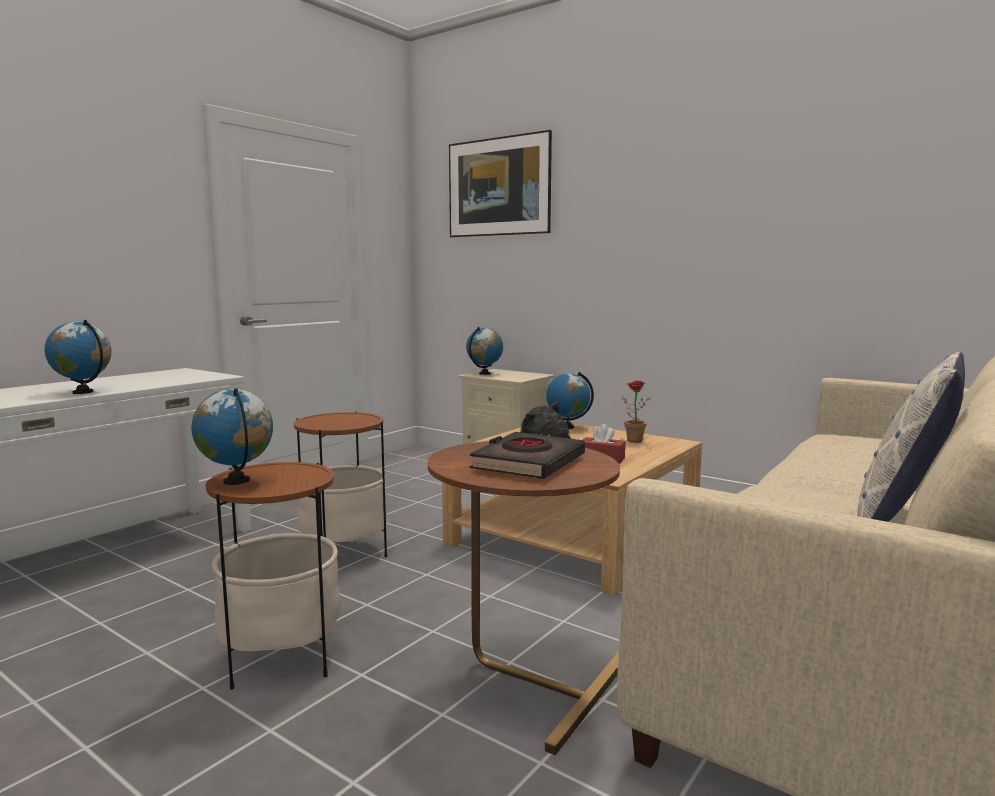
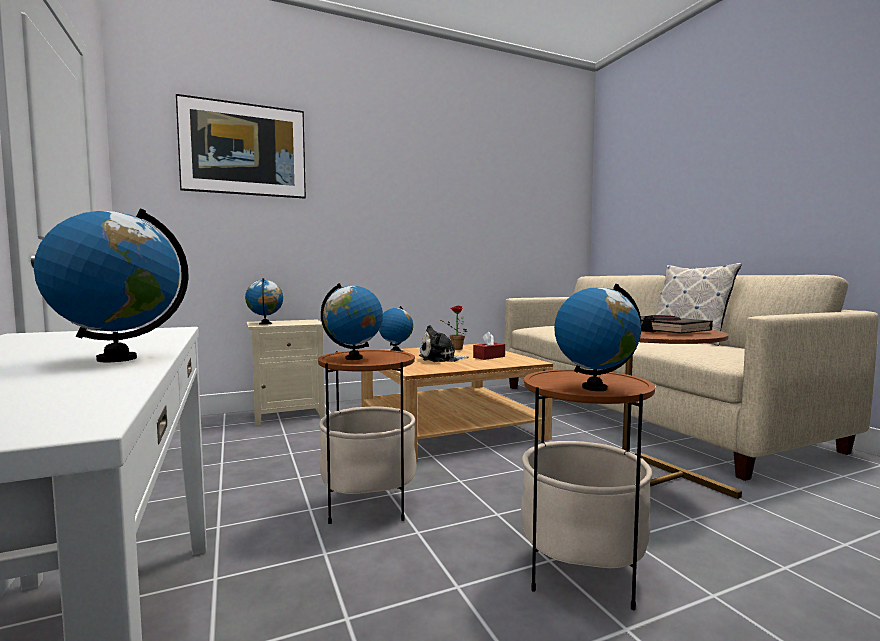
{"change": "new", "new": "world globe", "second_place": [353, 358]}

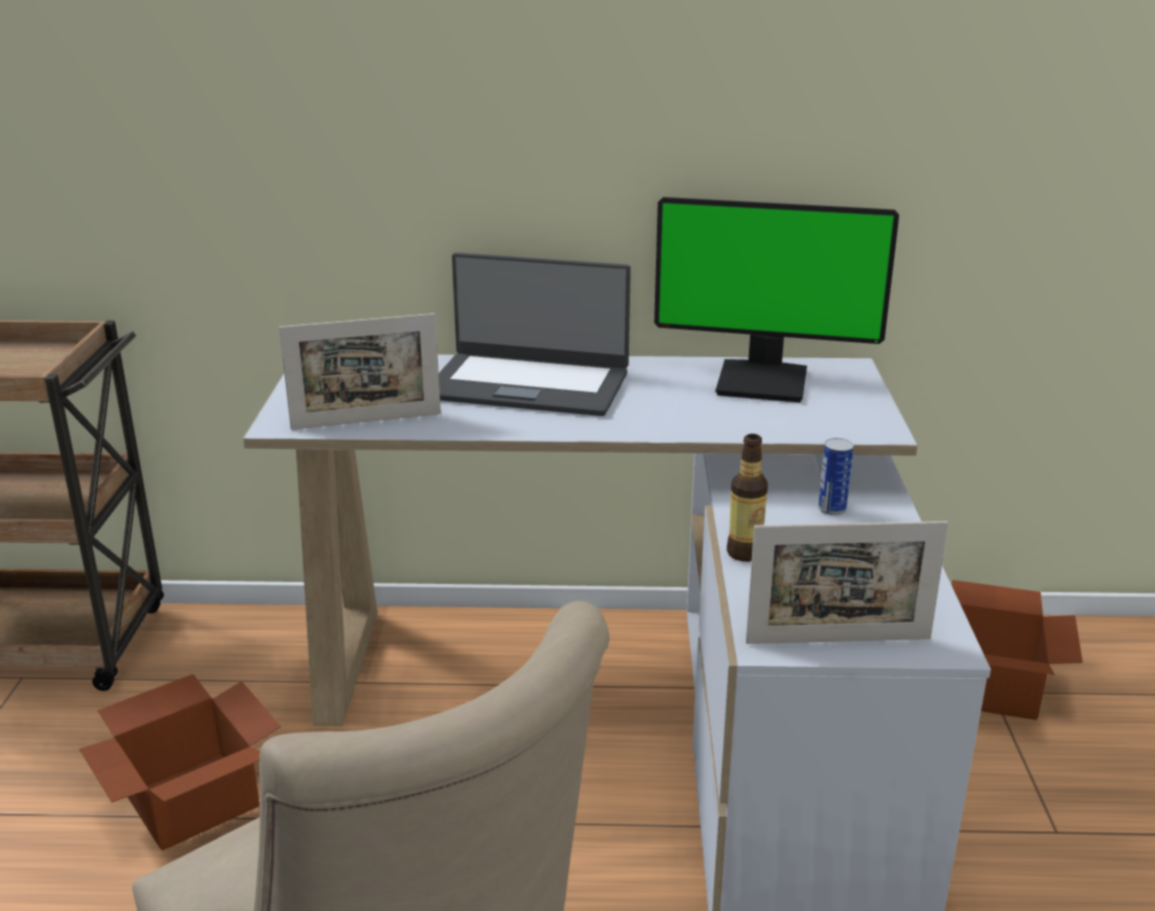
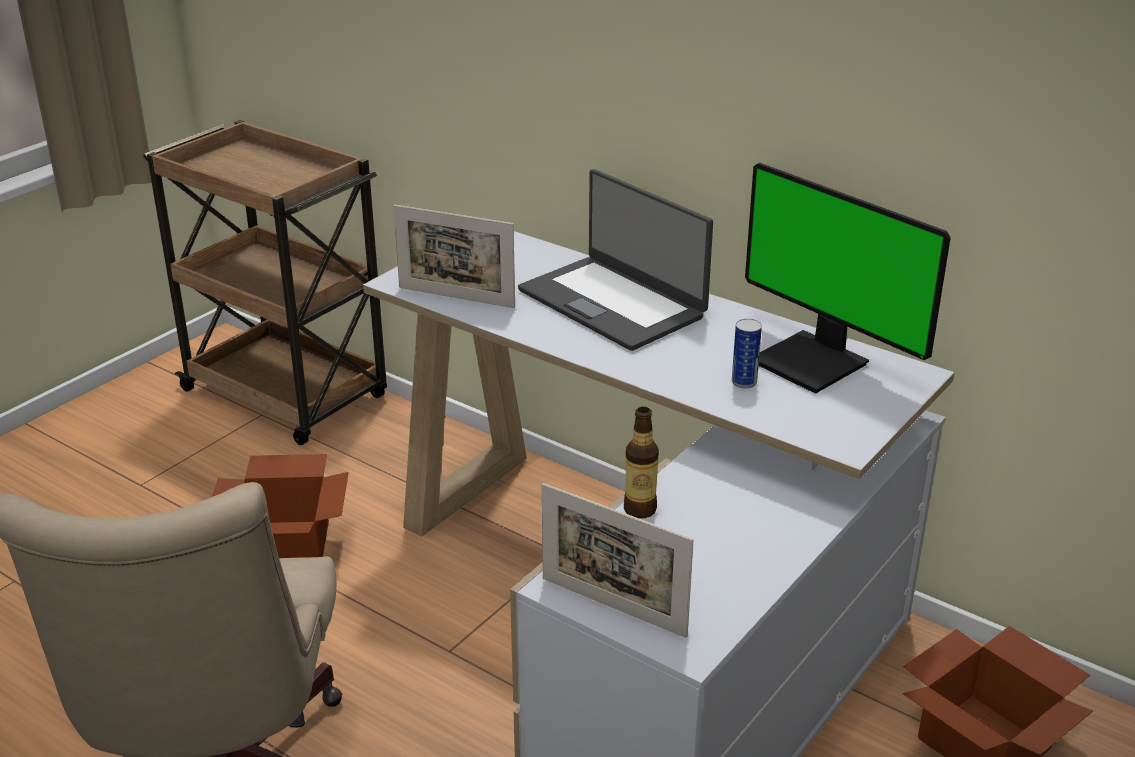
{"change": "shifted", "old": "can", "first_place": [832, 509], "second_place": [744, 382]}

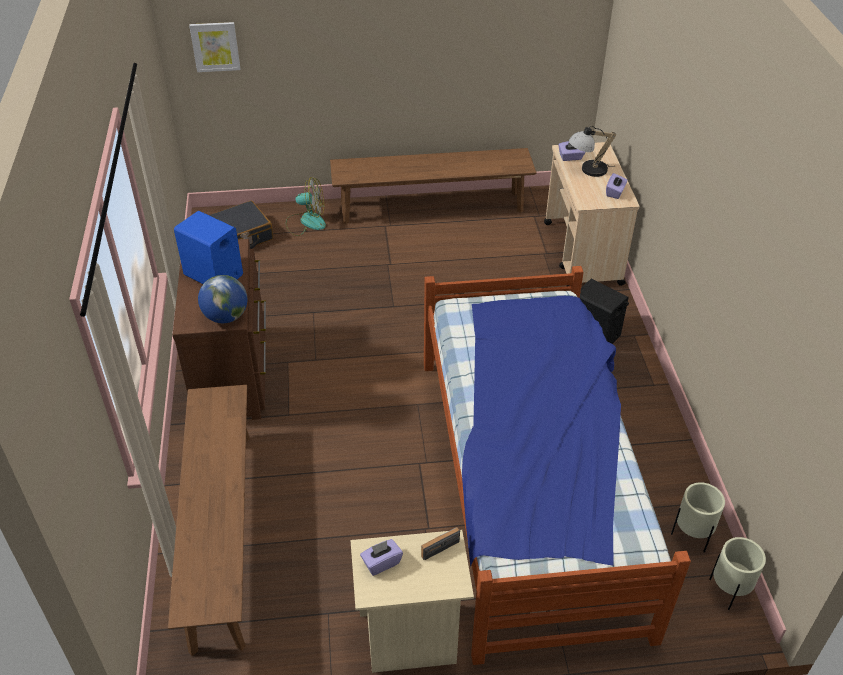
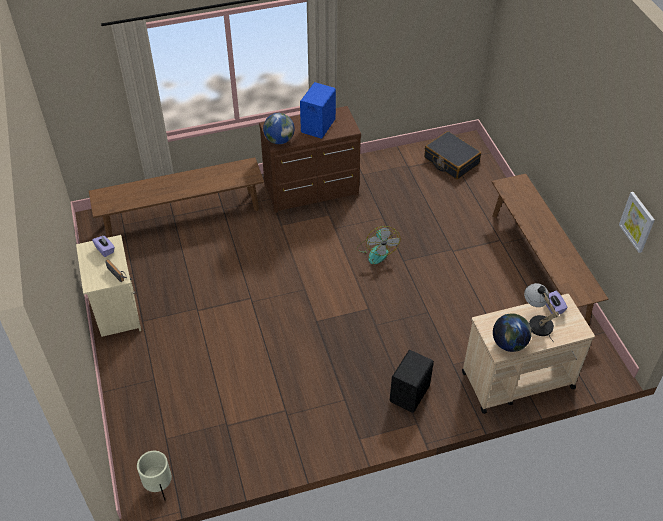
{"change": "shifted", "old": "wall art", "first_place": [215, 46], "second_place": [637, 222]}
{"change": "shifted", "old": "cooling fan", "first_place": [306, 222], "second_place": [377, 251]}
{"change": "gone", "old": "sleeping bed", "first_place": [529, 486]}
{"change": "swapped", "old": "purple tissue box", "new": "world globe", "first_place": [615, 192], "second_place": [509, 343]}
{"change": "gone", "old": "beige flower pot", "first_place": [691, 537]}

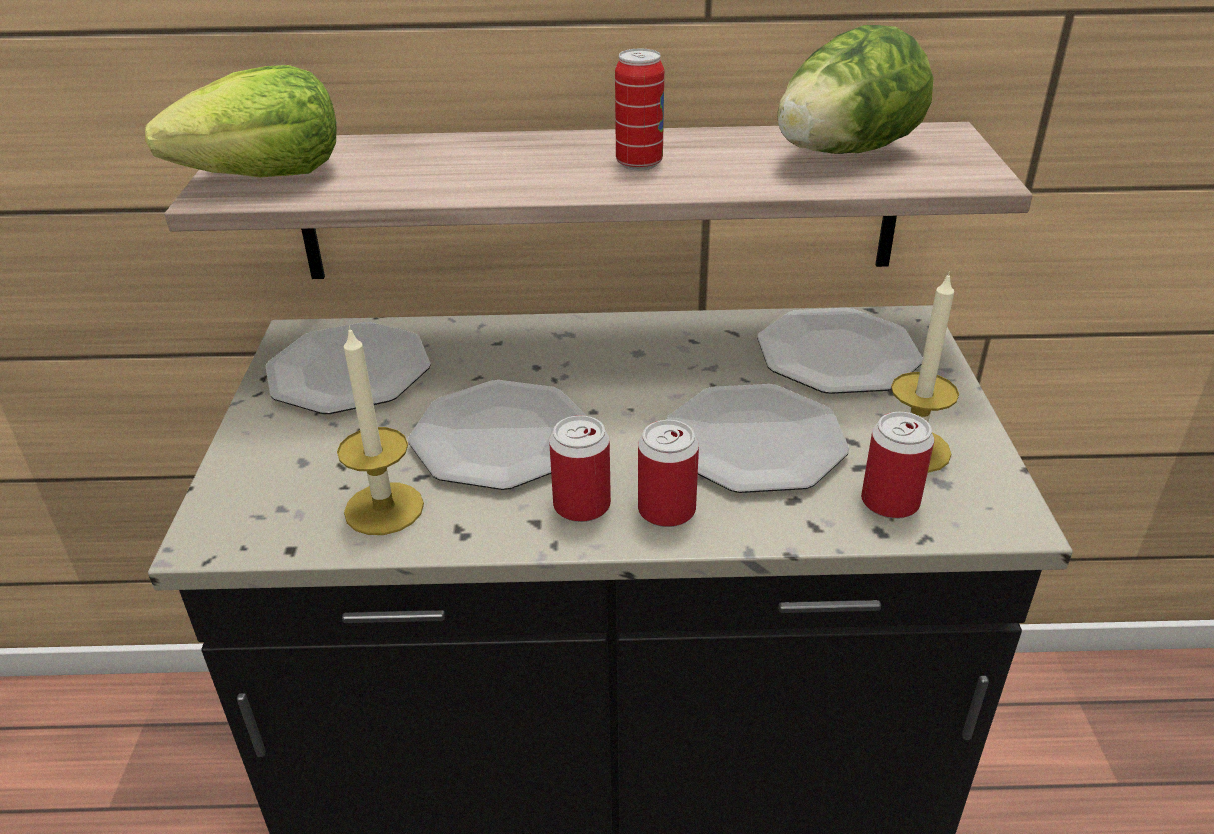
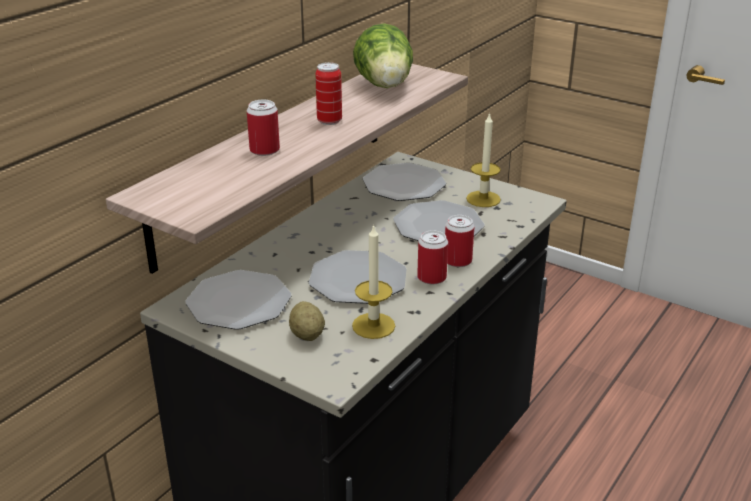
{"change": "gone", "old": "lettuce", "first_place": [265, 176]}
{"change": "shifted", "old": "can", "first_place": [890, 502], "second_place": [264, 150]}
{"change": "new", "new": "whole potato", "second_place": [307, 335]}

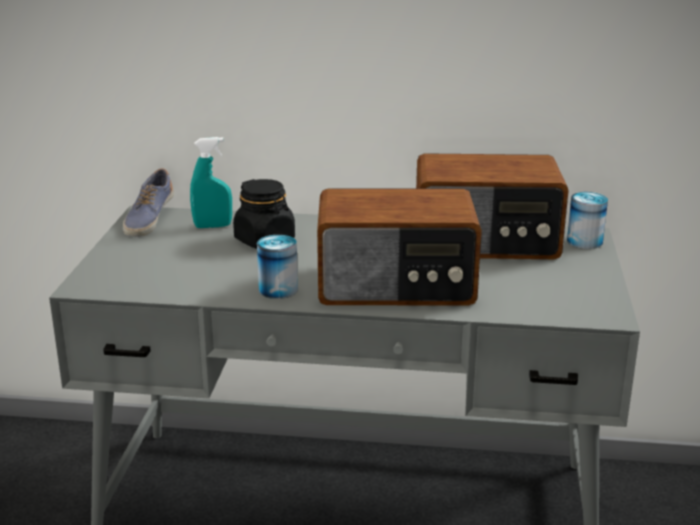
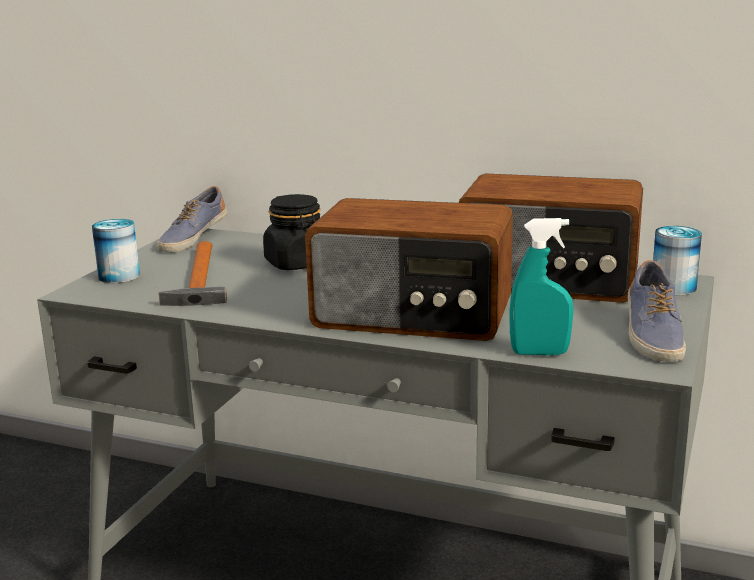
{"change": "shifted", "old": "turquoise hand sprayer", "first_place": [213, 226], "second_place": [539, 353]}
{"change": "shifted", "old": "can", "first_place": [278, 290], "second_place": [119, 276]}
{"change": "new", "new": "hammer", "second_place": [198, 279]}
{"change": "new", "new": "shoe", "second_place": [651, 335]}

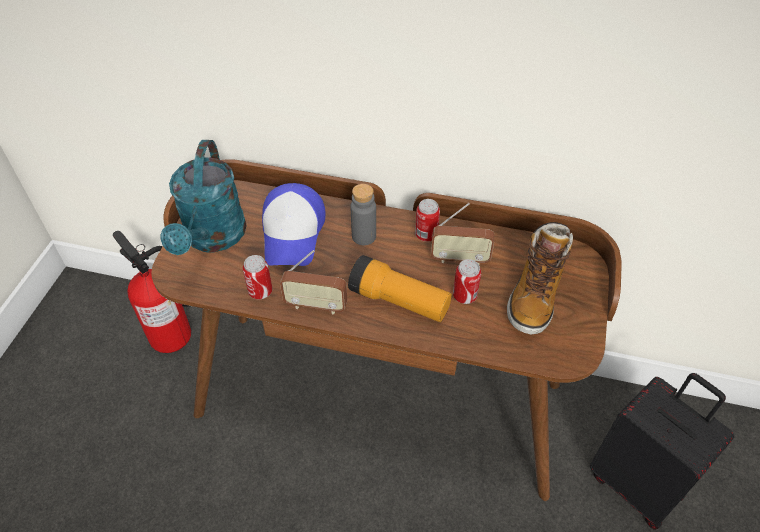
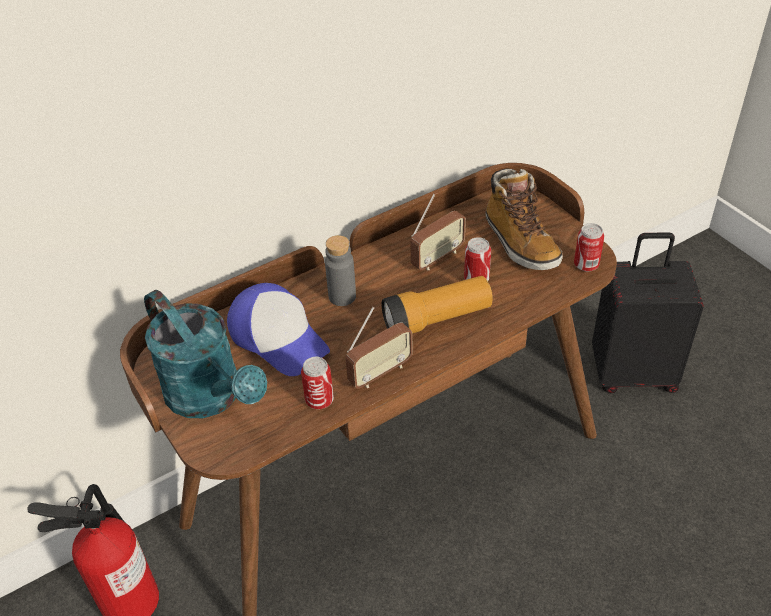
{"change": "shifted", "old": "can", "first_place": [426, 235], "second_place": [586, 265]}

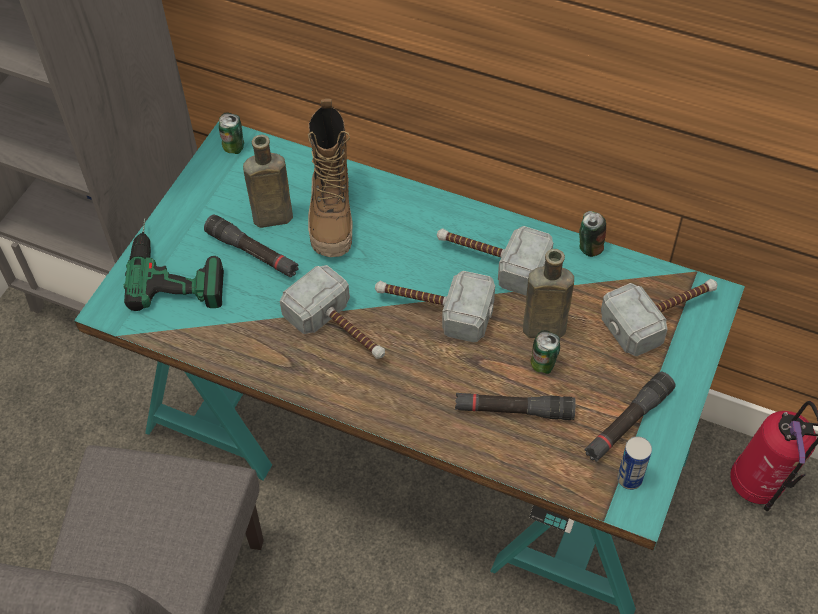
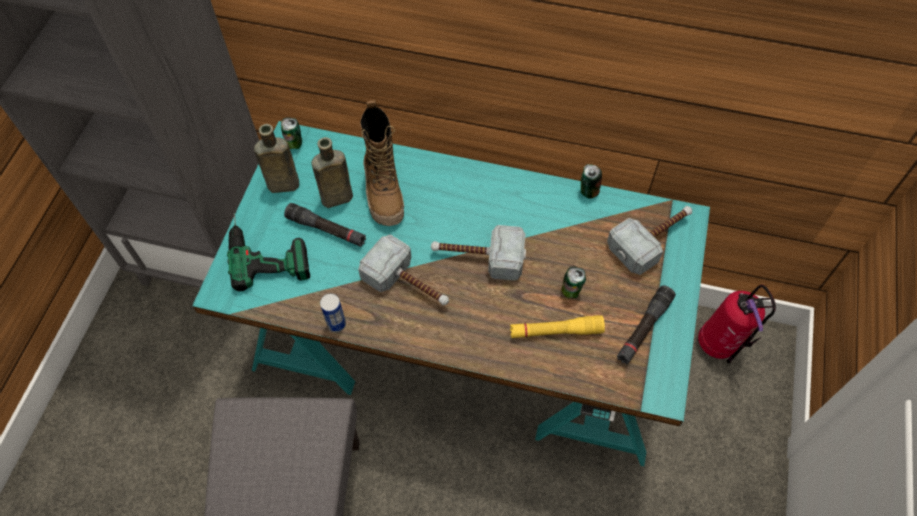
{"change": "gone", "old": "hammer", "first_place": [491, 261]}
{"change": "repainted", "old": "black-coloured flashlight", "new": "yellow flashlight", "first_place": [514, 410], "second_place": [556, 331]}
{"change": "shifted", "old": "brownish drink bottle", "first_place": [541, 329], "second_place": [281, 185]}
{"change": "shifted", "old": "can", "first_place": [629, 479], "second_place": [336, 324]}

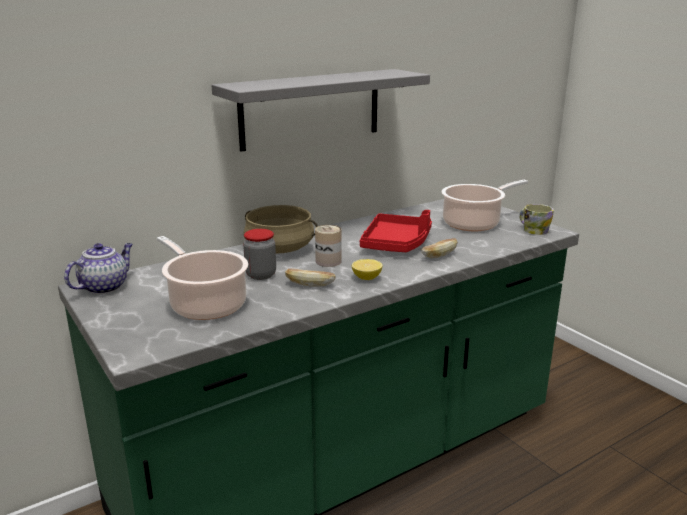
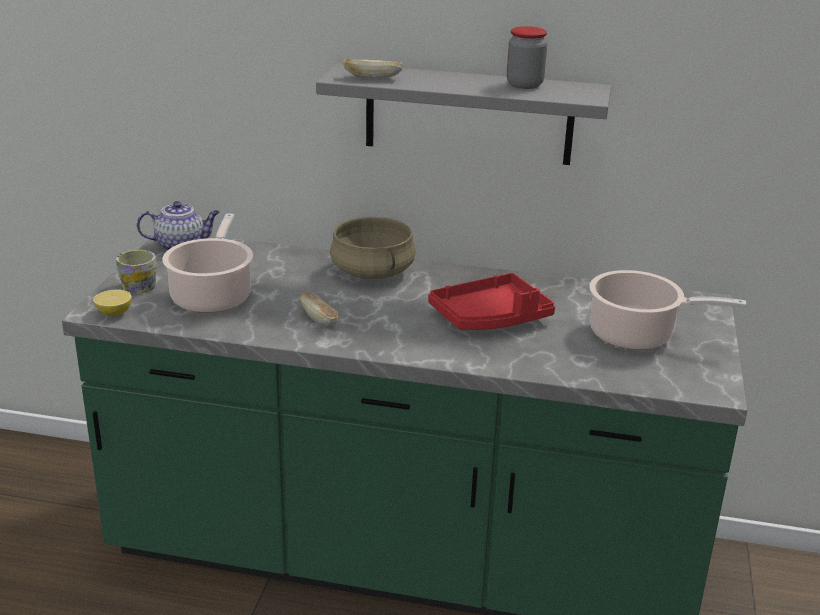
{"change": "shifted", "old": "storage jar", "first_place": [261, 275], "second_place": [524, 85]}
{"change": "gone", "old": "can", "first_place": [328, 261]}
{"change": "shifted", "old": "whole lemon", "first_place": [366, 278], "second_place": [114, 313]}
{"change": "shifted", "old": "baked bread", "first_place": [439, 256], "second_place": [372, 78]}
{"change": "shifted", "old": "coffee mug", "first_place": [533, 230], "second_place": [141, 285]}

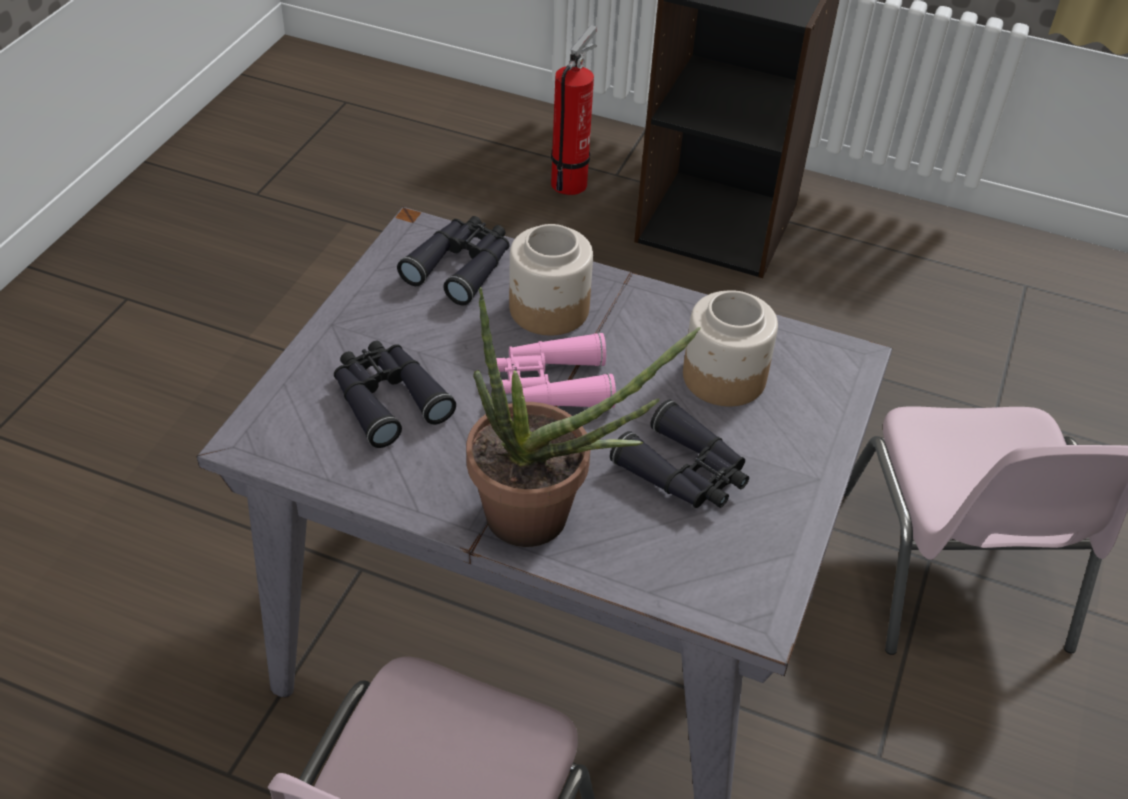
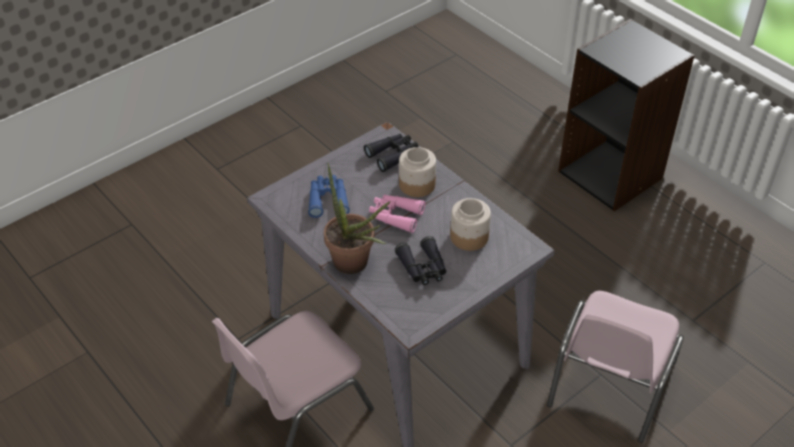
{"change": "repainted", "old": "black-coloured field glasses", "new": "bluish field glasses", "first_place": [387, 399], "second_place": [328, 200]}
{"change": "gone", "old": "fire extinguisher", "first_place": [571, 181]}

